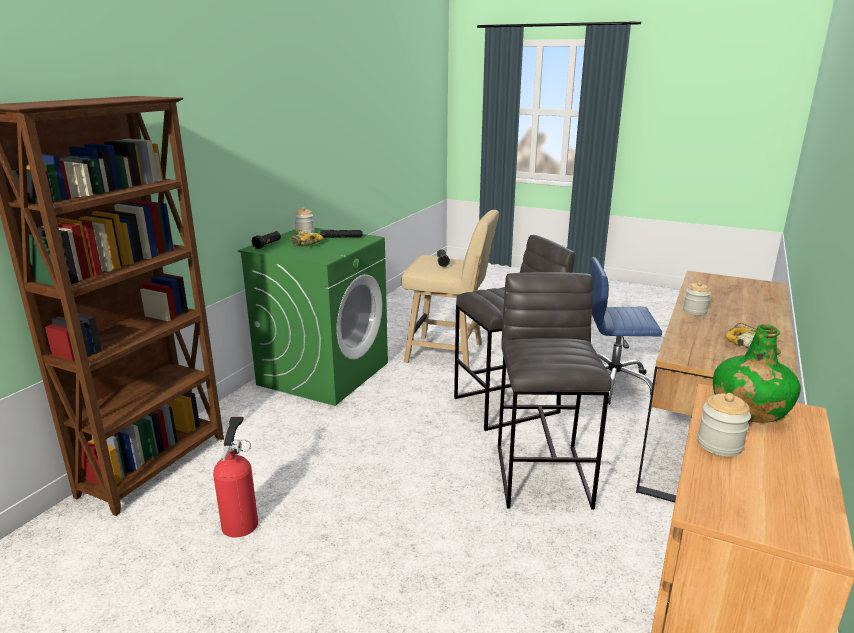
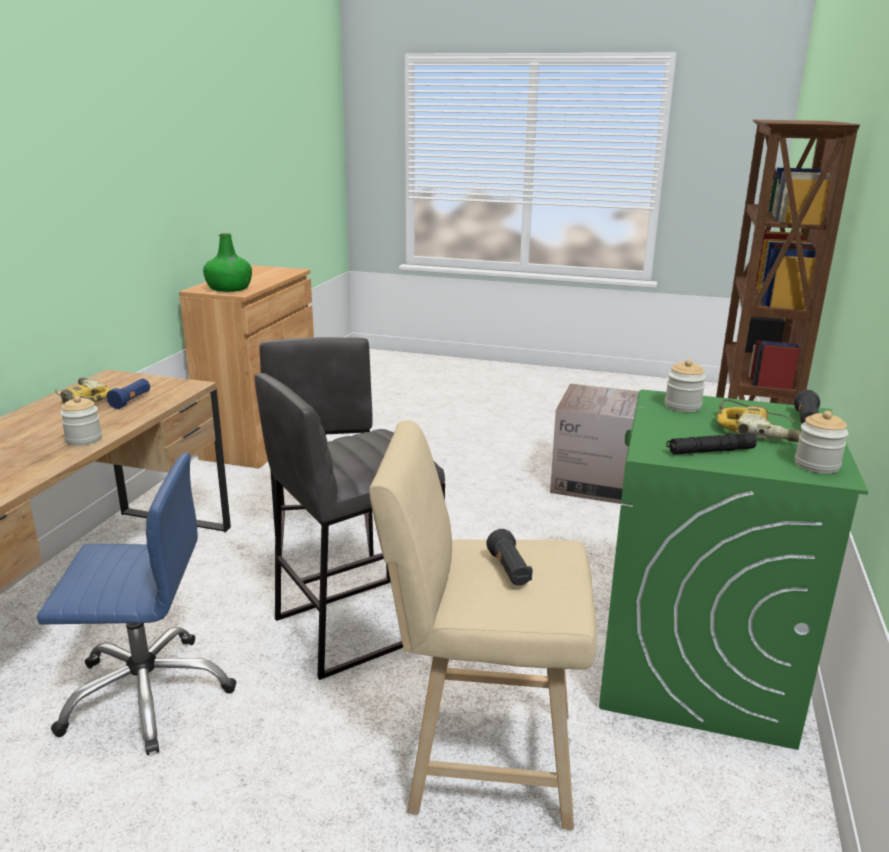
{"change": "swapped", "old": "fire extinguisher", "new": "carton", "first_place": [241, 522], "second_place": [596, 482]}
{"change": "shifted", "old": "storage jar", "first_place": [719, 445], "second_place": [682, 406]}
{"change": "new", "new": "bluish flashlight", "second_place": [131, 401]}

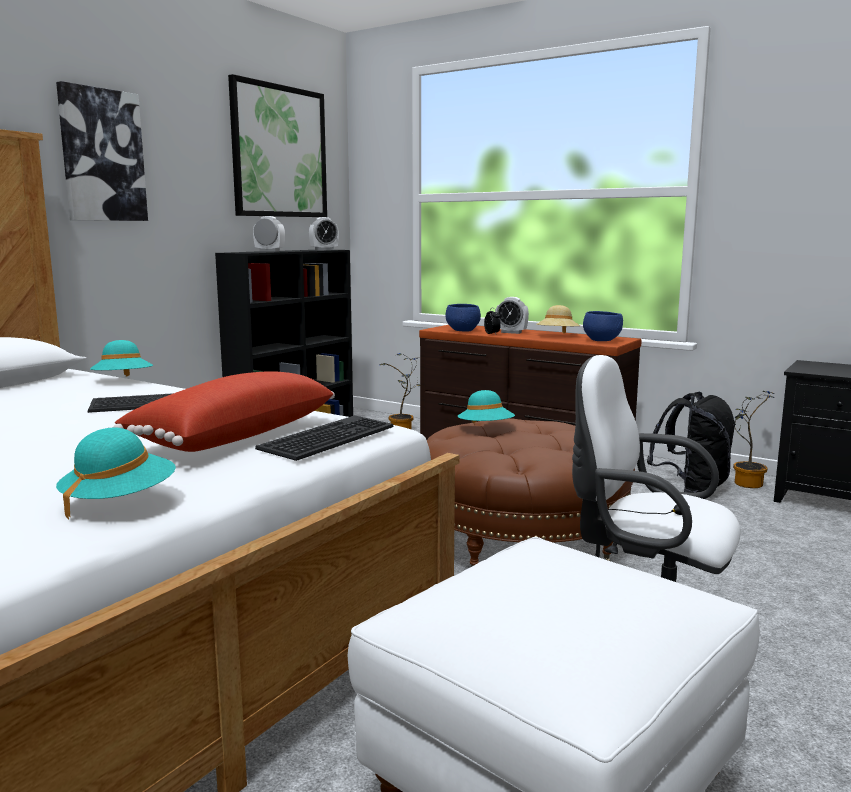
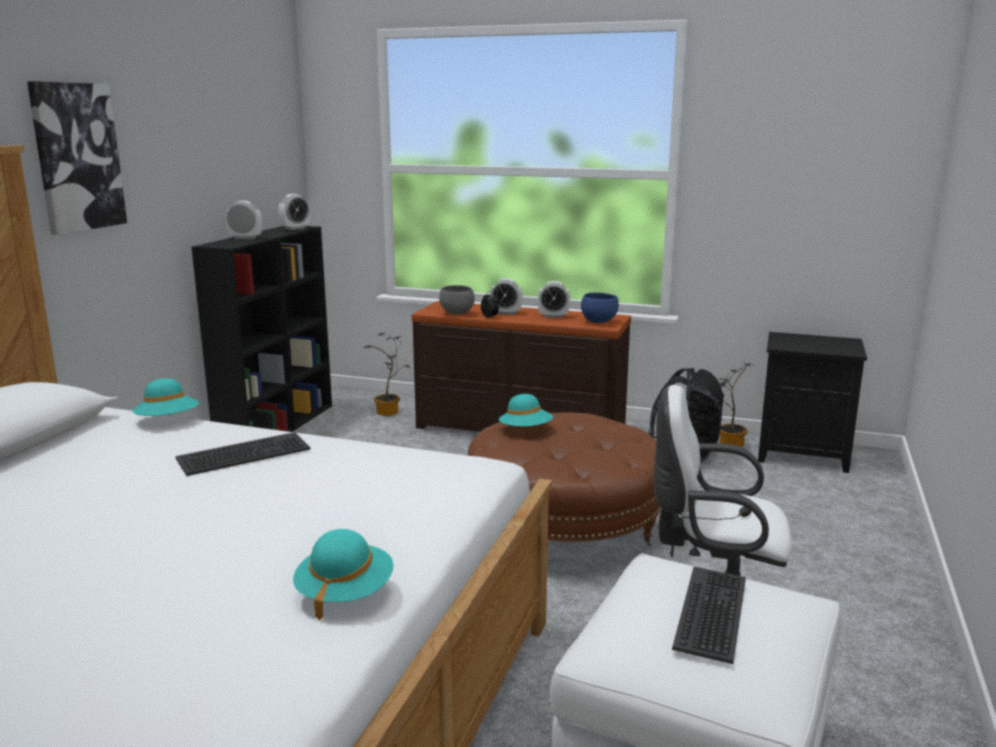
{"change": "gone", "old": "red pillow", "first_place": [233, 436]}
{"change": "gone", "old": "wall art", "first_place": [279, 152]}
{"change": "shifted", "old": "computer keyboard", "first_place": [329, 438], "second_place": [712, 613]}
{"change": "repainted", "old": "bluish bowl", "new": "gray bowl", "first_place": [463, 331], "second_place": [458, 313]}
{"change": "swapped", "old": "beige wearable hat", "new": "table clock", "first_place": [557, 336], "second_place": [553, 316]}

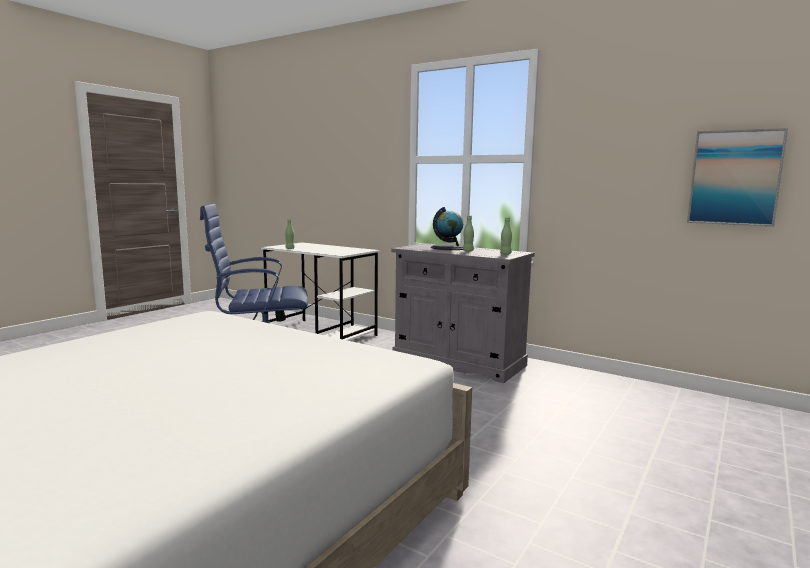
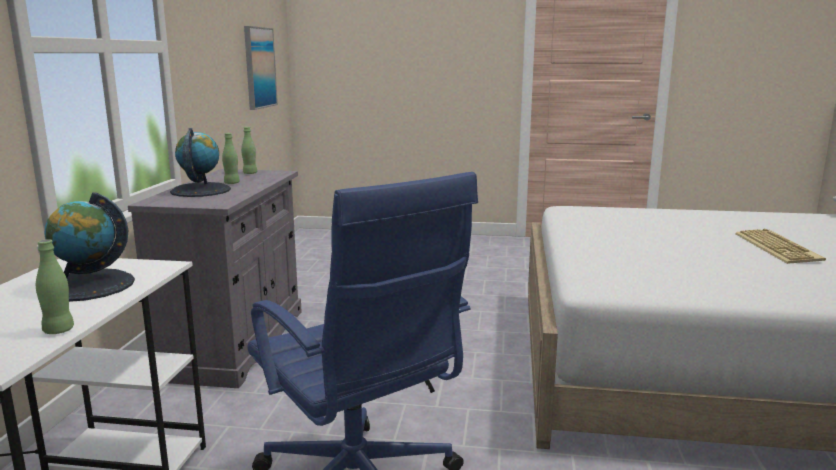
{"change": "new", "new": "world globe", "second_place": [88, 286]}
{"change": "new", "new": "computer keyboard", "second_place": [779, 248]}

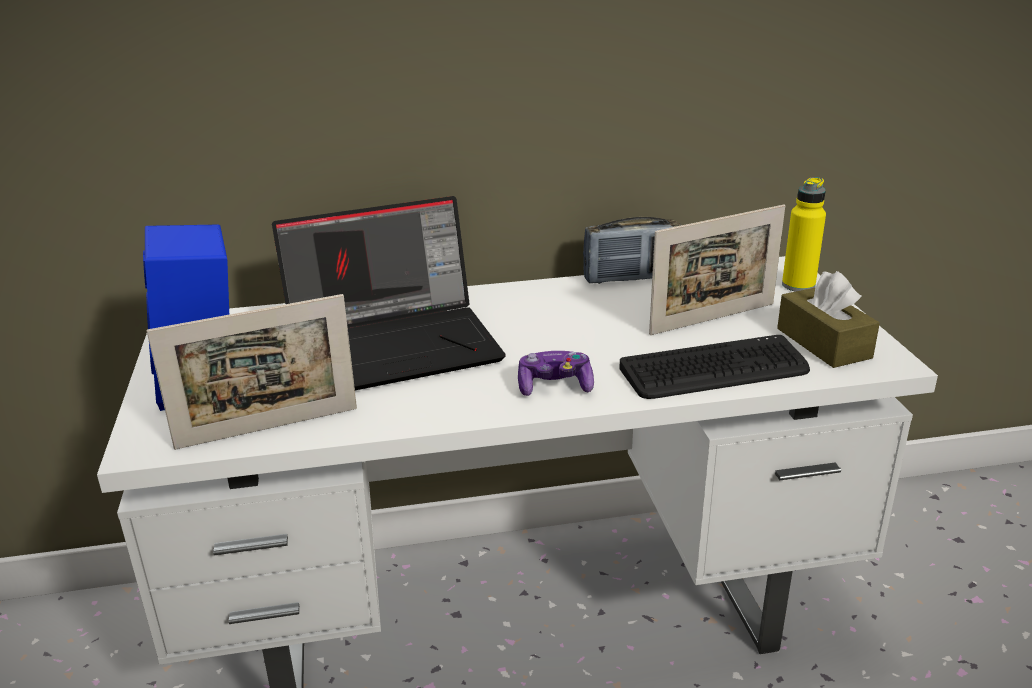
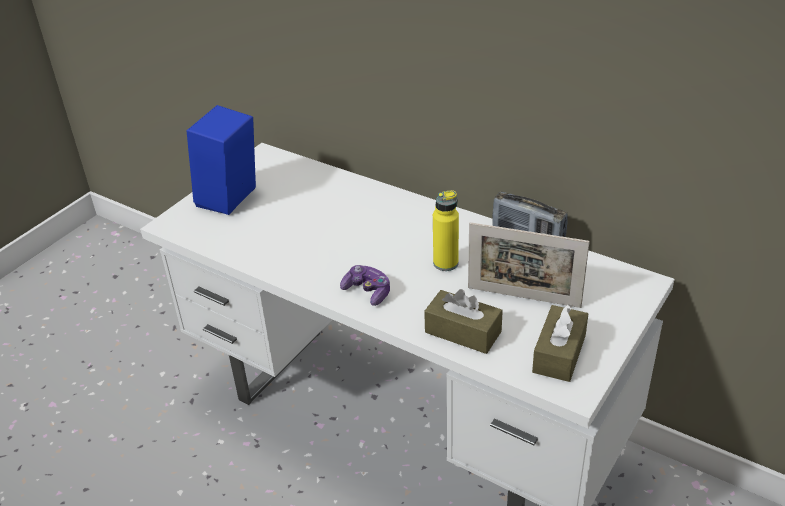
{"change": "gone", "old": "picture frame", "first_place": [268, 428]}
{"change": "gone", "old": "notebook computer", "first_place": [396, 344]}
{"change": "swapped", "old": "computer keyboard", "new": "brownish tissue box", "first_place": [714, 370], "second_place": [463, 332]}
{"change": "shifted", "old": "yellow drink bottle", "first_place": [798, 285], "second_place": [445, 263]}

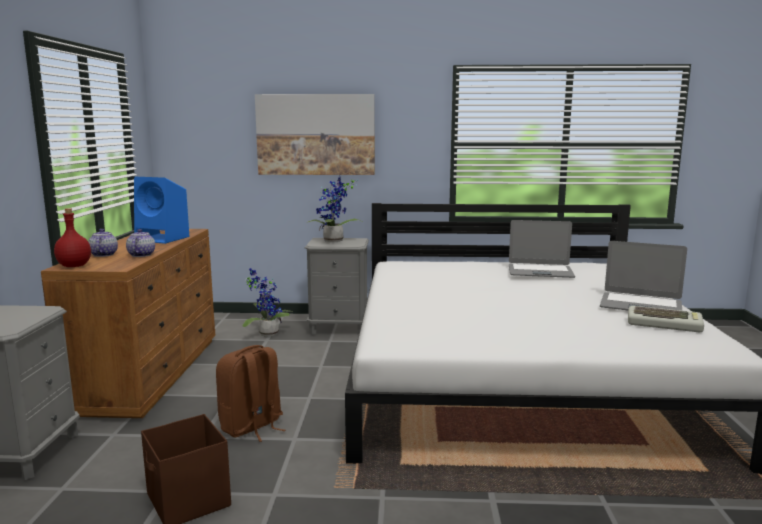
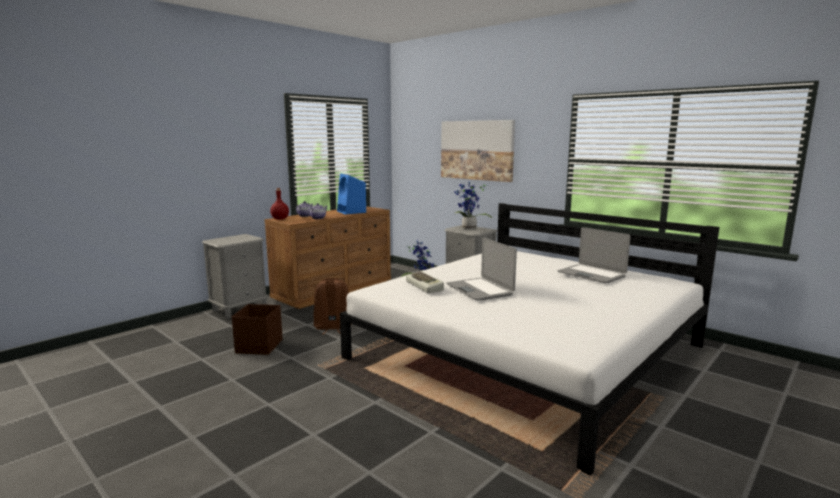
{"change": "shifted", "old": "notebook computer", "first_place": [640, 305], "second_place": [479, 290]}
{"change": "shifted", "old": "computer keyboard", "first_place": [664, 324], "second_place": [425, 286]}

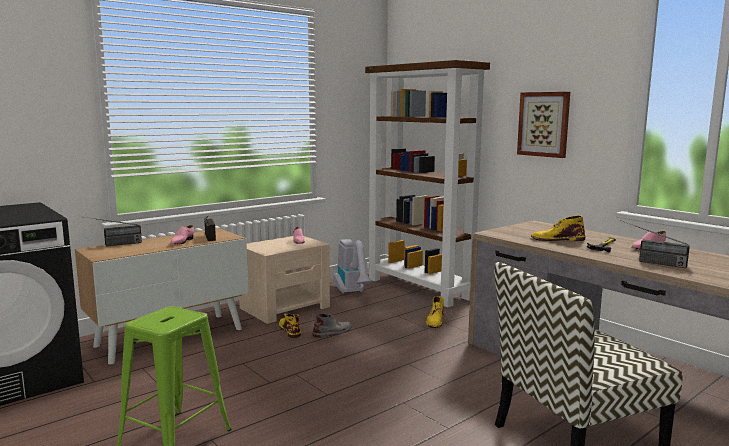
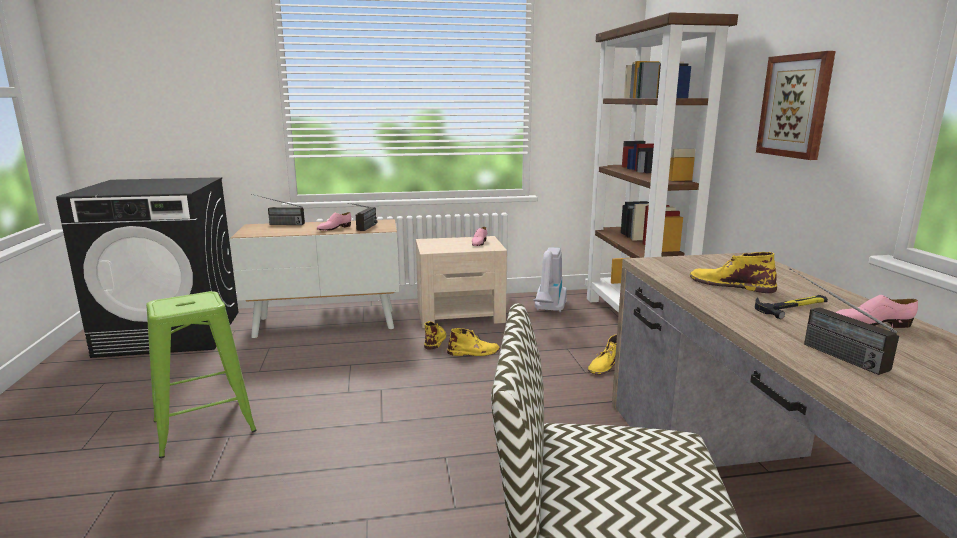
{"change": "repainted", "old": "gray boot", "new": "yellow boot", "first_place": [333, 332], "second_place": [474, 352]}

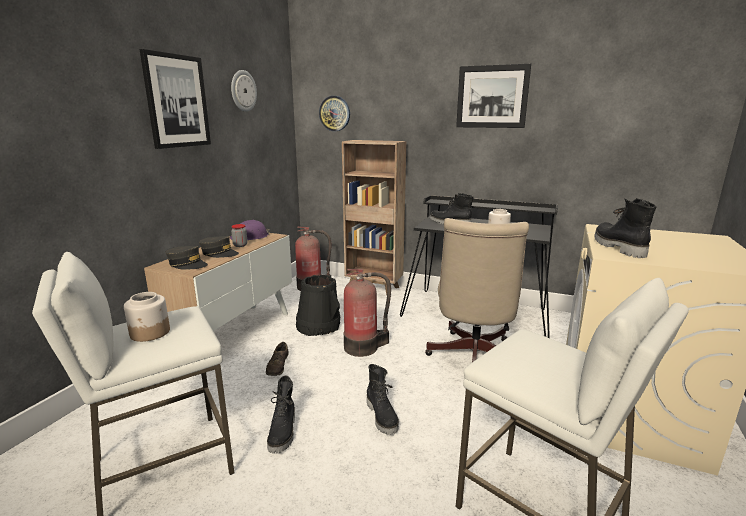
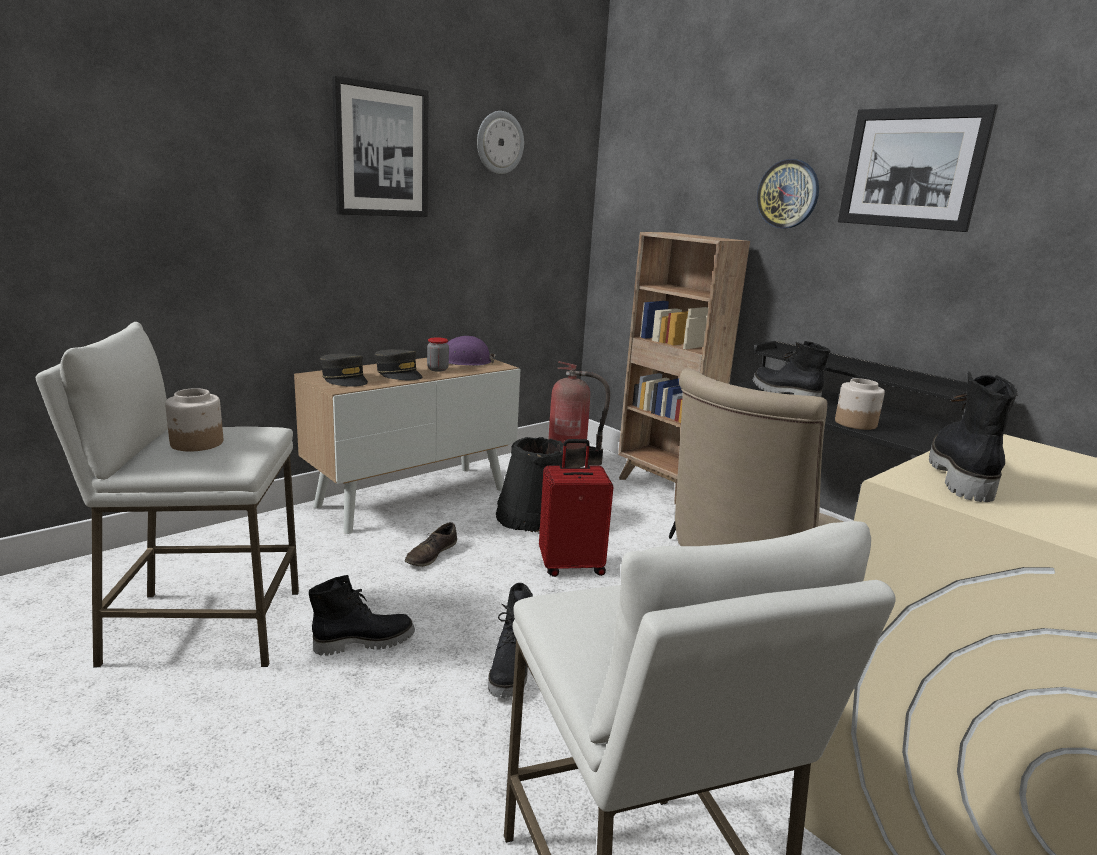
{"change": "rotated", "old": "black-coloured boot", "first_place": [283, 433], "second_place": [364, 641], "degrees": -135}
{"change": "shifted", "old": "wall clock", "first_place": [335, 113], "second_place": [788, 194]}
{"change": "swapped", "old": "fire extinguisher", "new": "red suitcase", "first_place": [363, 347], "second_place": [571, 565]}

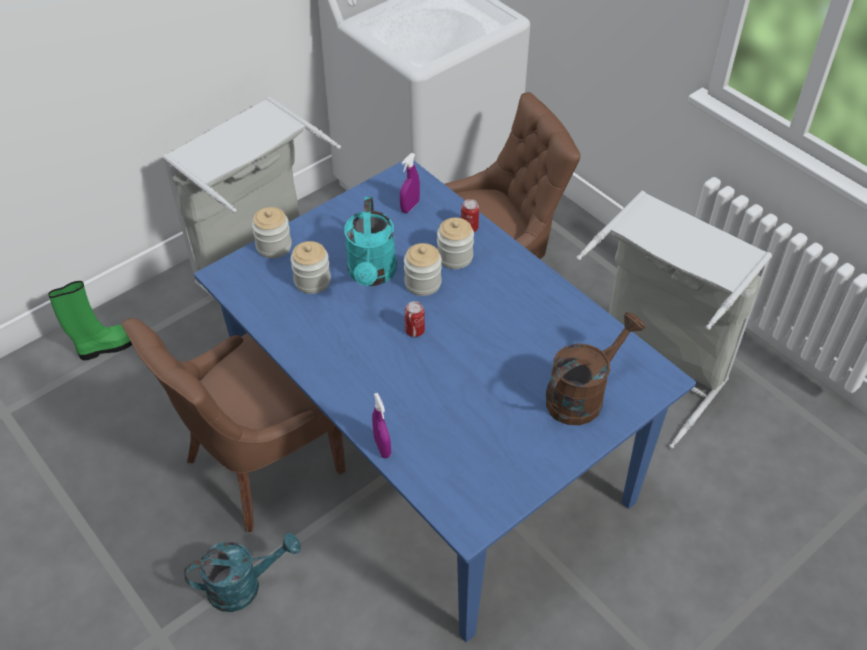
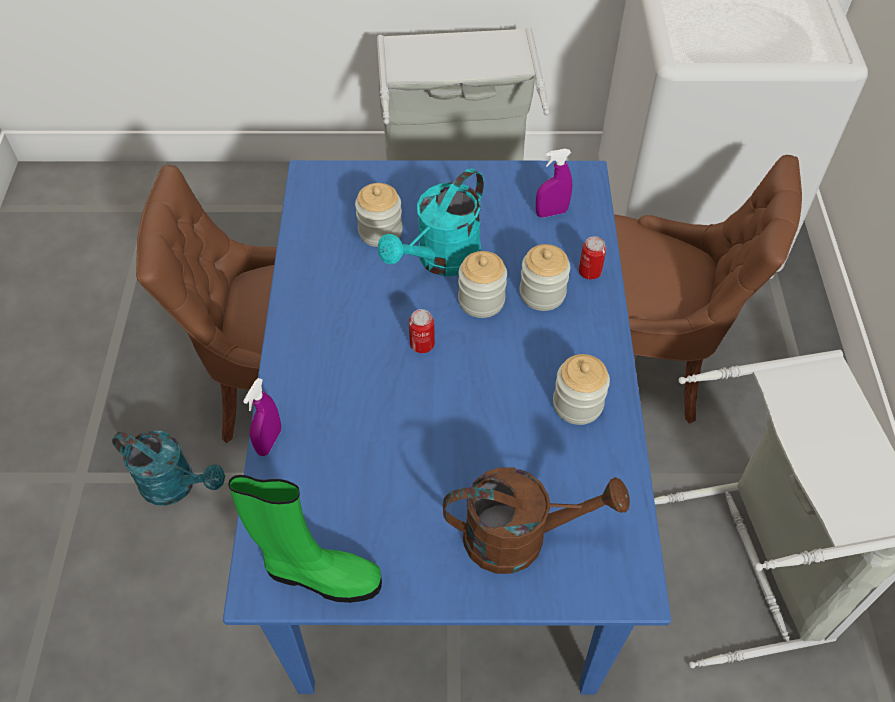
{"change": "shifted", "old": "greenish boot", "first_place": [107, 346], "second_place": [320, 575]}
{"change": "shifted", "old": "storage jar", "first_place": [274, 246], "second_place": [577, 404]}

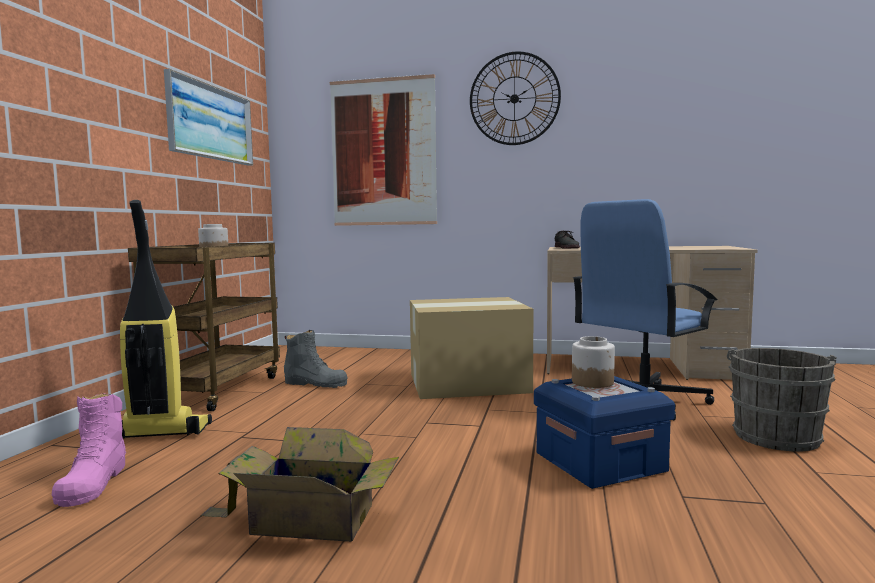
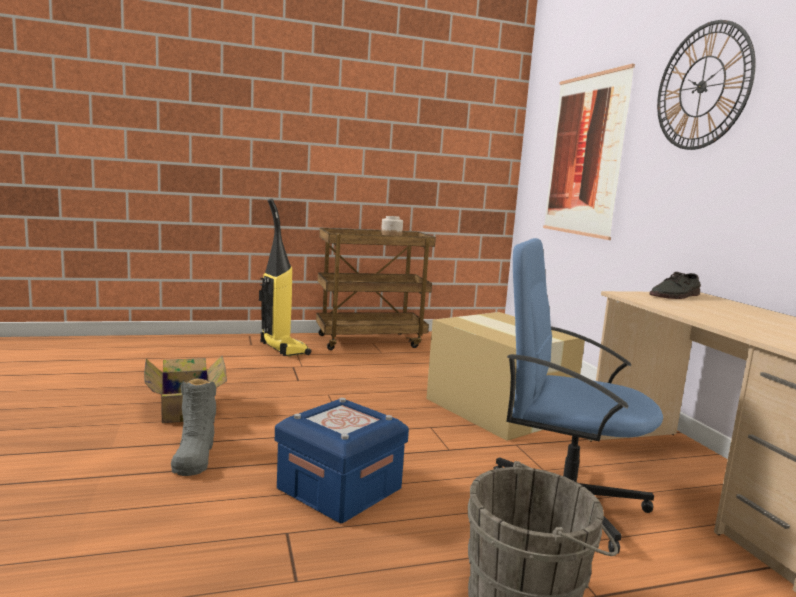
{"change": "gone", "old": "pink boot", "first_place": [93, 483]}
{"change": "gone", "old": "wall art", "first_place": [210, 123]}
{"change": "shifted", "old": "gray boot", "first_place": [316, 383], "second_place": [194, 454]}
{"change": "gone", "old": "storage jar", "first_place": [592, 382]}

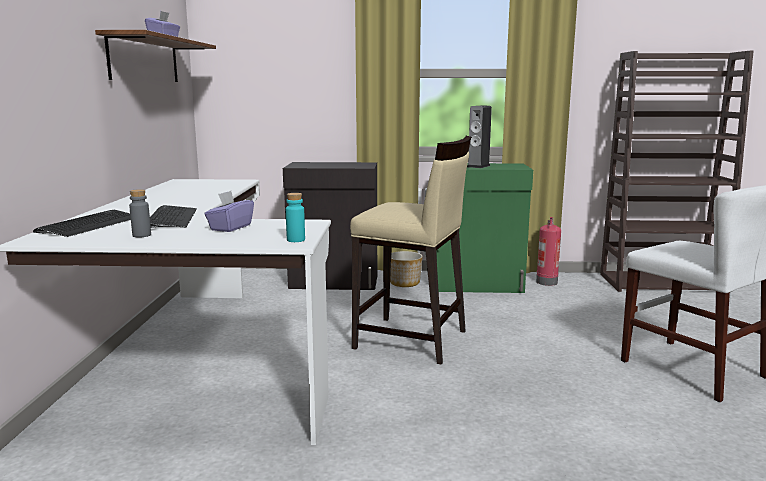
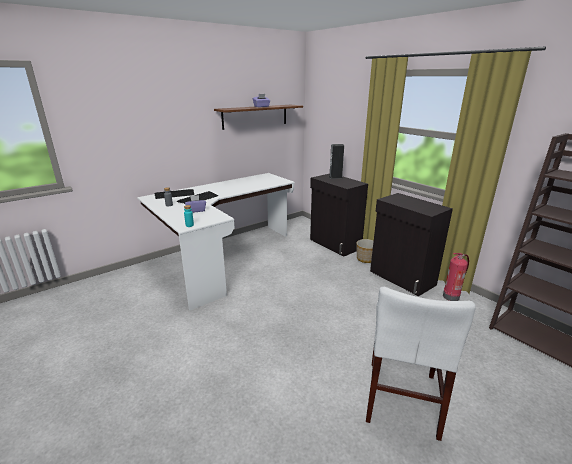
{"change": "gone", "old": "beige stool seat", "first_place": [411, 340]}
{"change": "repainted", "old": "greenish cupboard", "new": "black-coloured cupboard", "first_place": [478, 285], "second_place": [402, 278]}
{"change": "shifted", "old": "audio speaker", "first_place": [478, 166], "second_place": [335, 177]}

